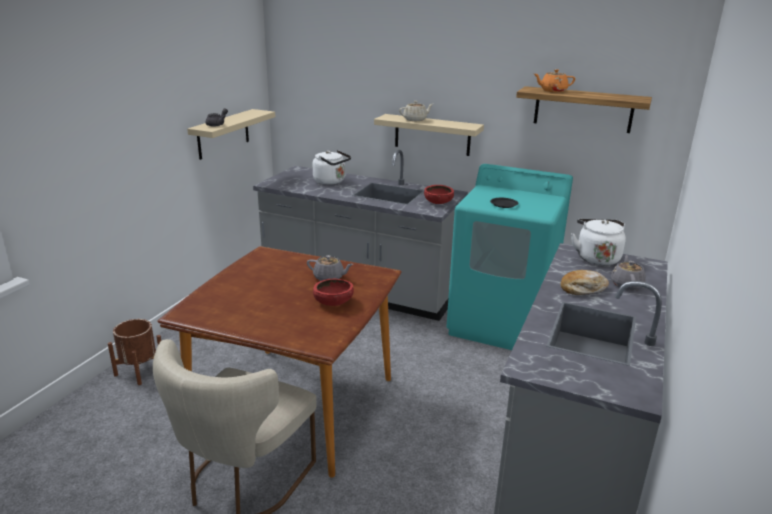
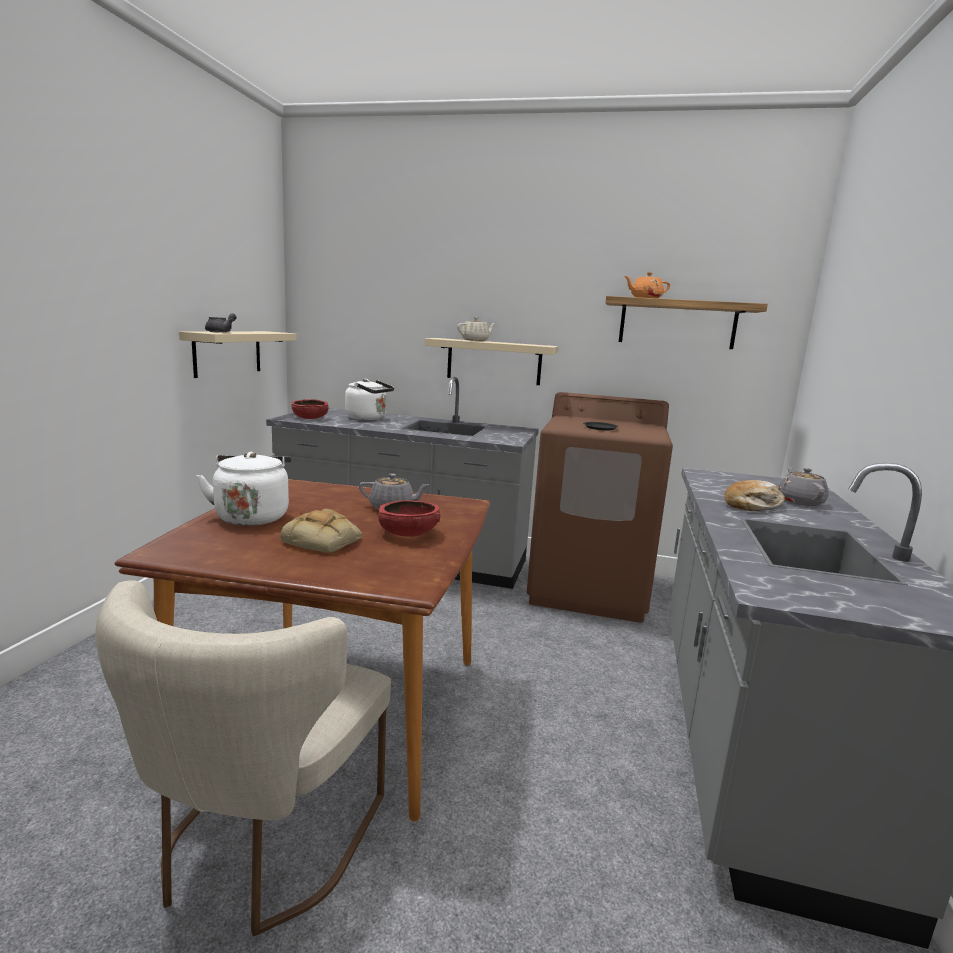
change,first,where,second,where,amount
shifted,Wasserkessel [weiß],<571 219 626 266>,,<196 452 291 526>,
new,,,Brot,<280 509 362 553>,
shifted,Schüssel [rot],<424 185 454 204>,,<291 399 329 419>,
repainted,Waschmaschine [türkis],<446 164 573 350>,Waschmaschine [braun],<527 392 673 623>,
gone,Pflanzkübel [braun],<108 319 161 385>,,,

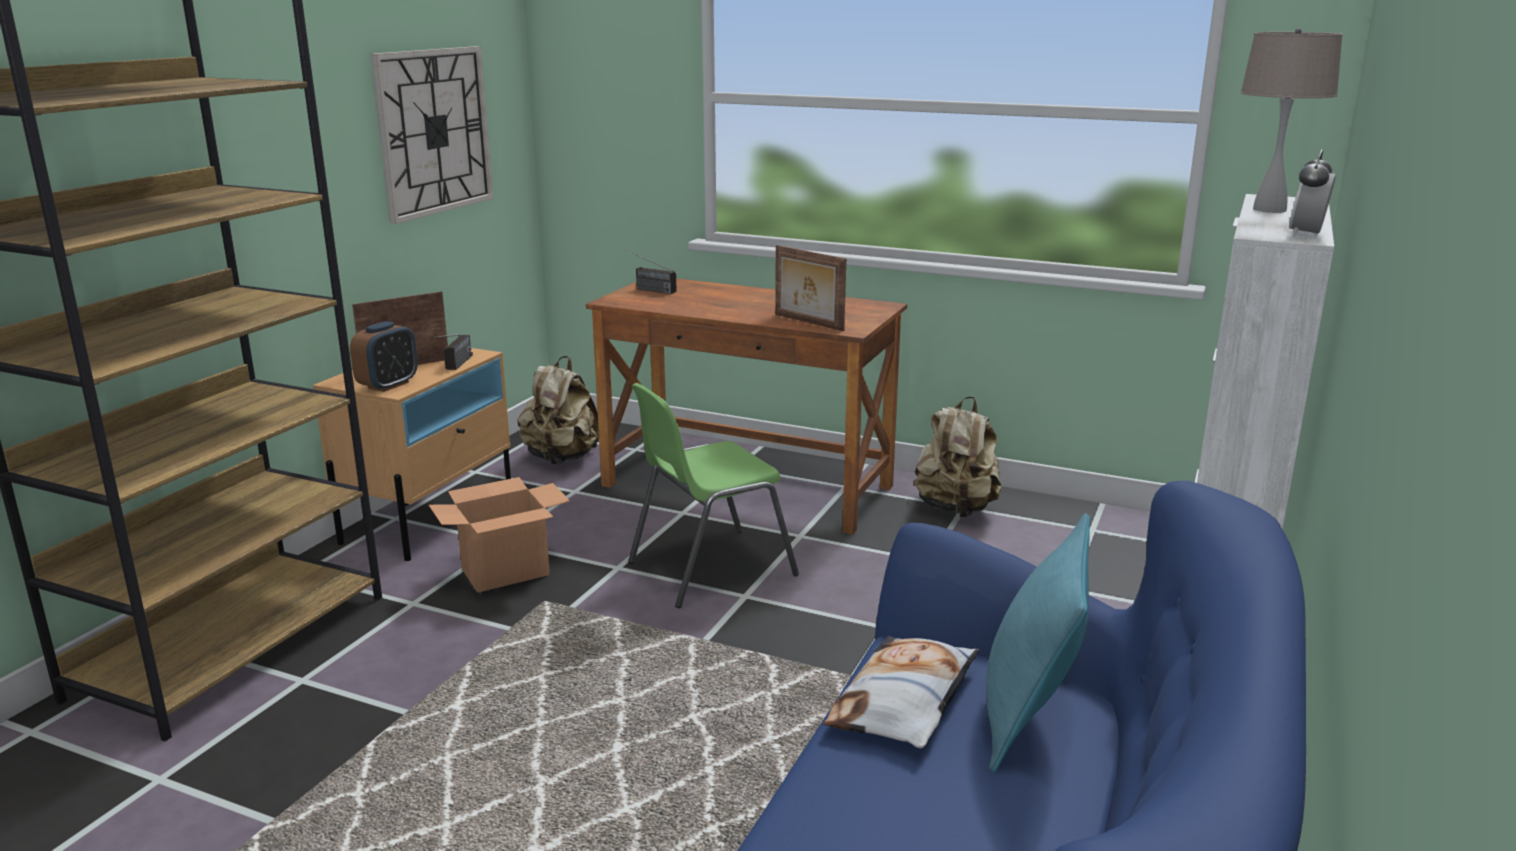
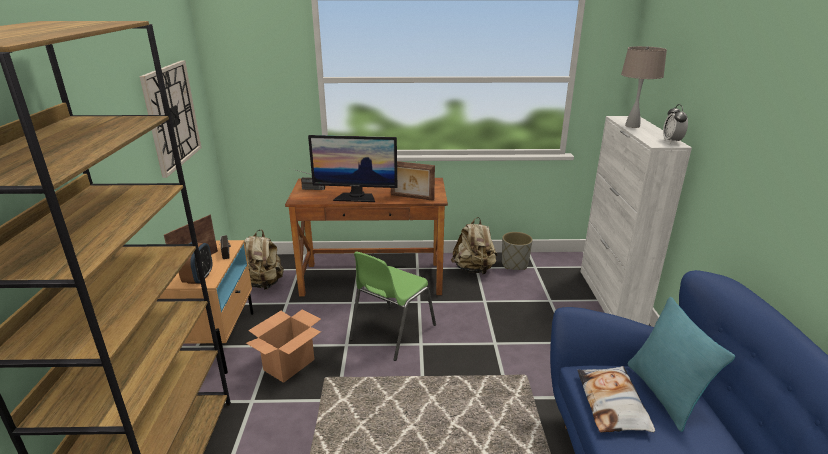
change,first,where,second,where,amount
new,,,Monitor,<308 135 397 202>,
new,,,Pflanzkübel [grau],<502 232 533 270>,

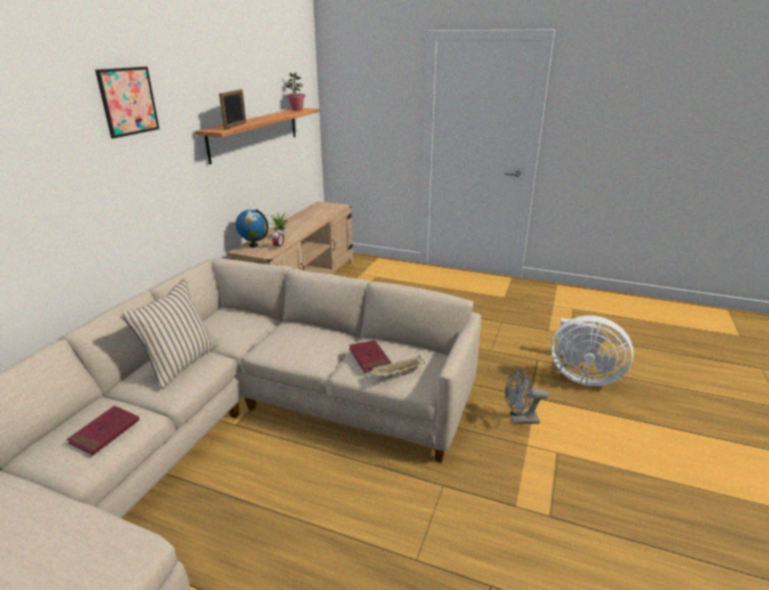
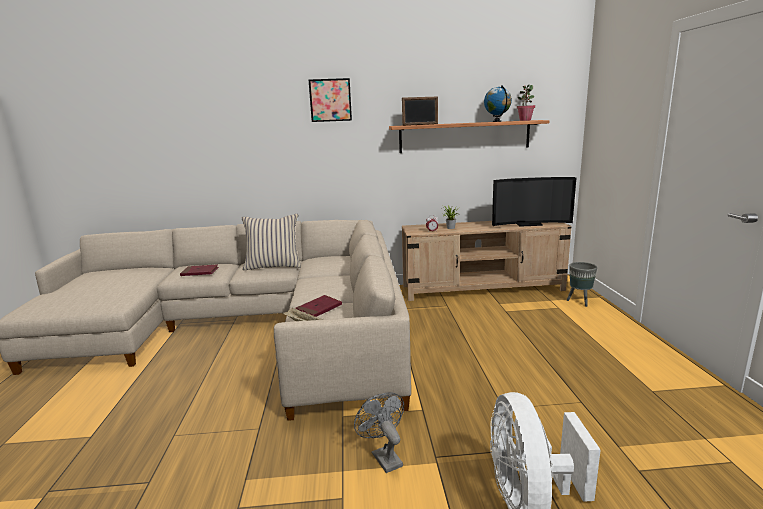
change,first,where,second,where,amount
shifted,Globus,<236 209 268 248>,,<484 85 512 122>,
new,,,Fernseher,<492 177 576 227>,
new,,,Pflanzkübel [grau],<567 262 597 307>,

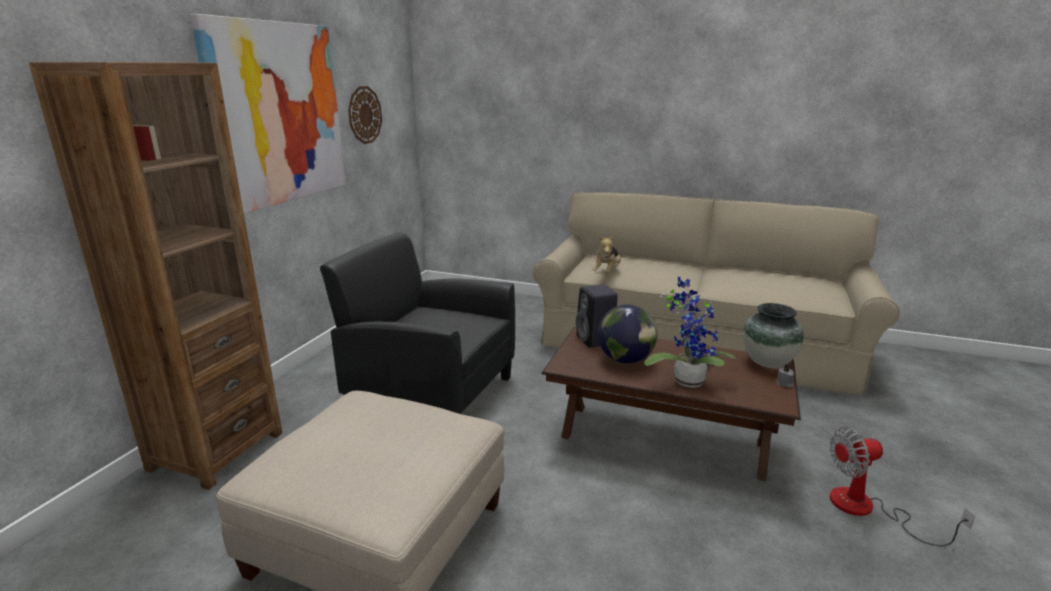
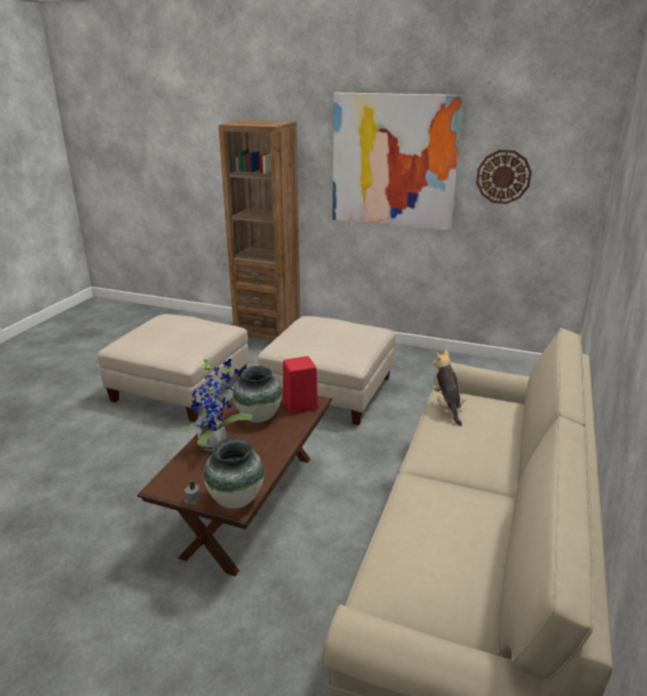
change,first,where,second,where,amount
swapped,Globus,<598 304 657 363>,Vase,<233 366 282 422>,
swapped,Sessel [schwarz],<320 232 515 414>,Polsterhocker [beige],<258 316 396 426>,
repainted,Lautsprecher [schwarz],<576 284 618 348>,Lautsprecher [rot],<283 356 318 414>,
rotated,Plüschtier,<592 235 621 274>,,<433 349 467 426>,60 degrees clockwise
gone,Ventilator,<830 427 975 546>,,,

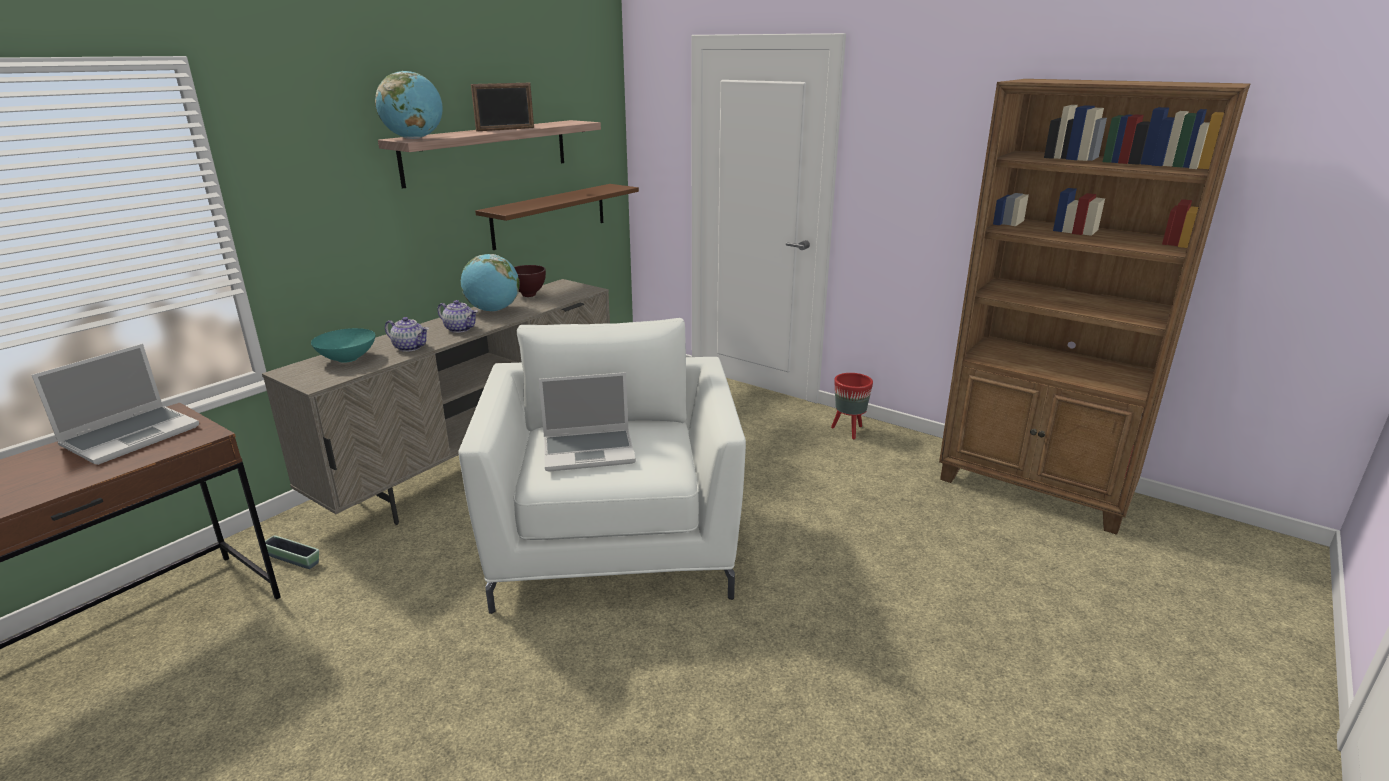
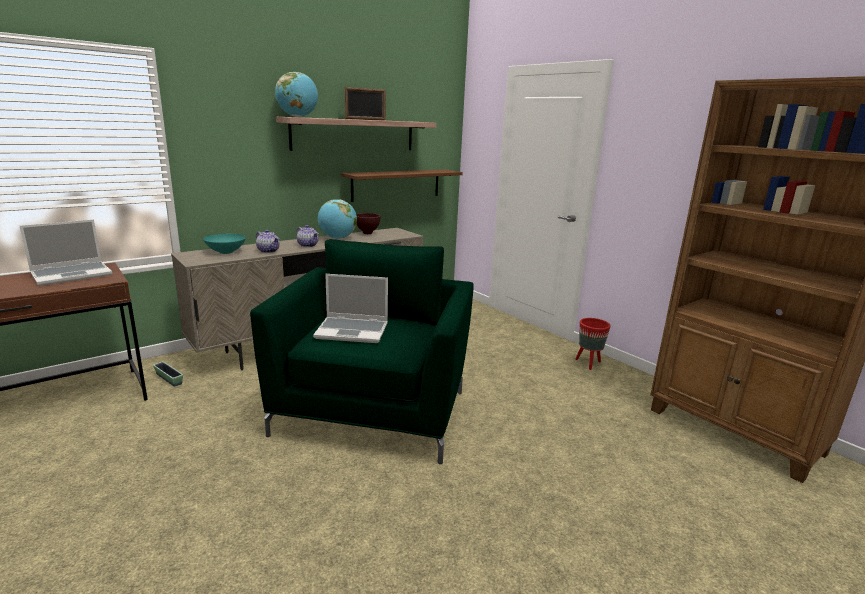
change,first,where,second,where,amount
repainted,Sessel [weiß],<458 318 746 614>,Sessel [grün],<250 239 474 464>,

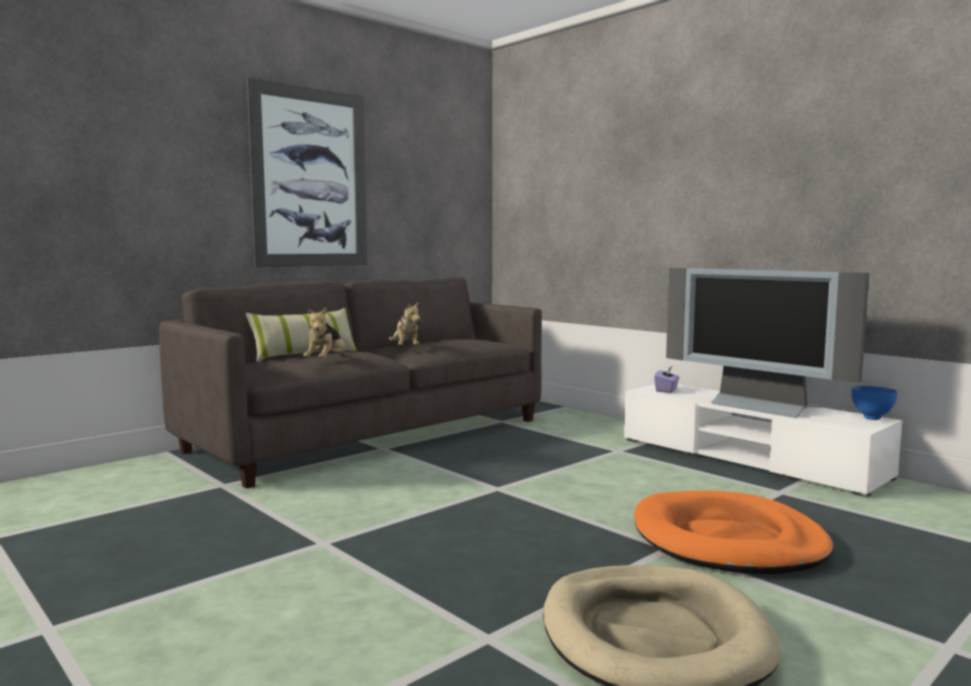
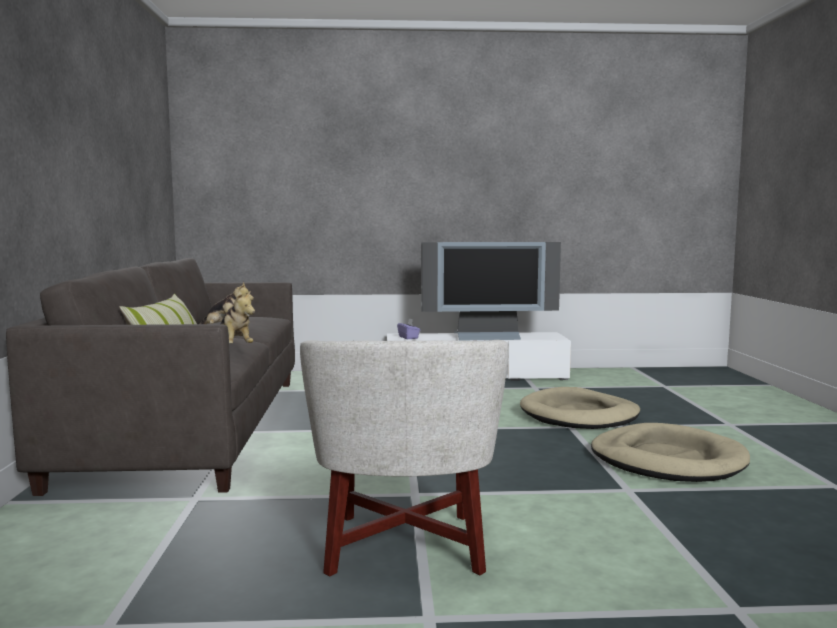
change,first,where,second,where,amount
new,,,Sessel [weiß],<300 340 509 577>,
repainted,Hundebett [orange],<634 490 833 574>,Hundebett [beige],<520 387 640 429>,
gone,Bild,<247 78 367 267>,,,
gone,Schüssel [blau],<852 386 898 420>,,,

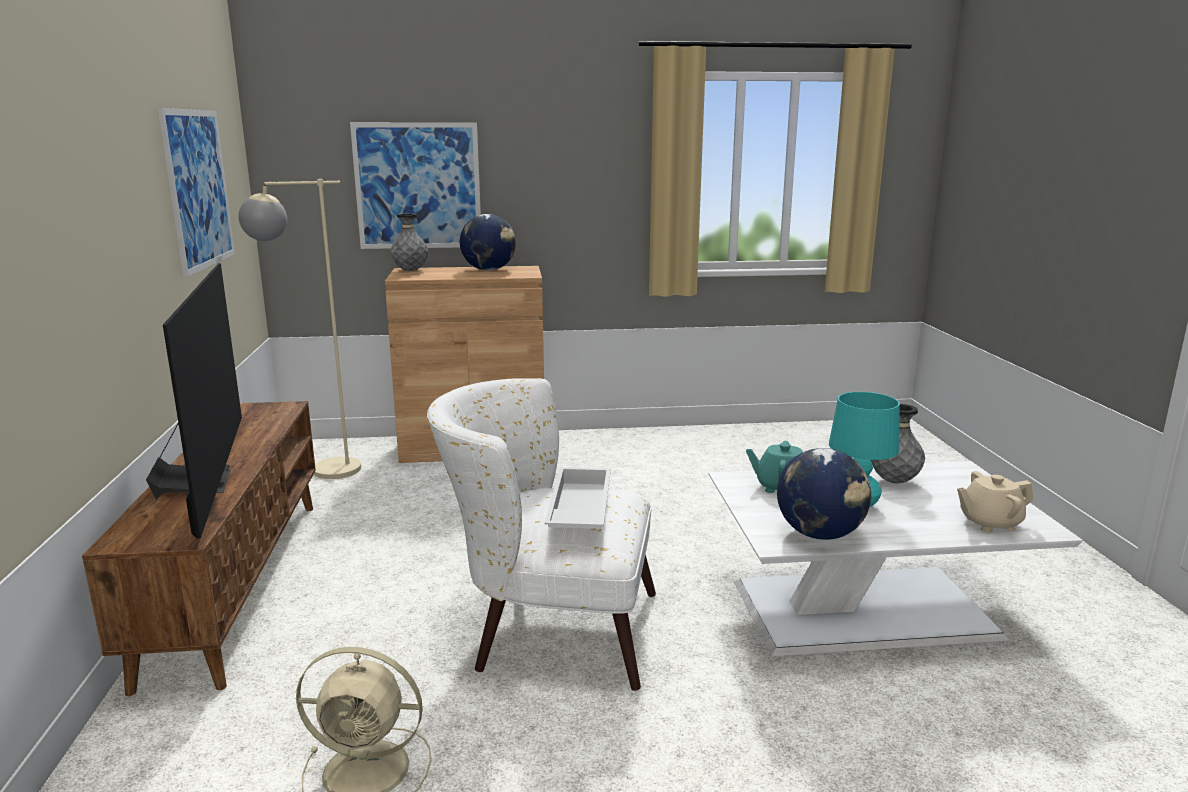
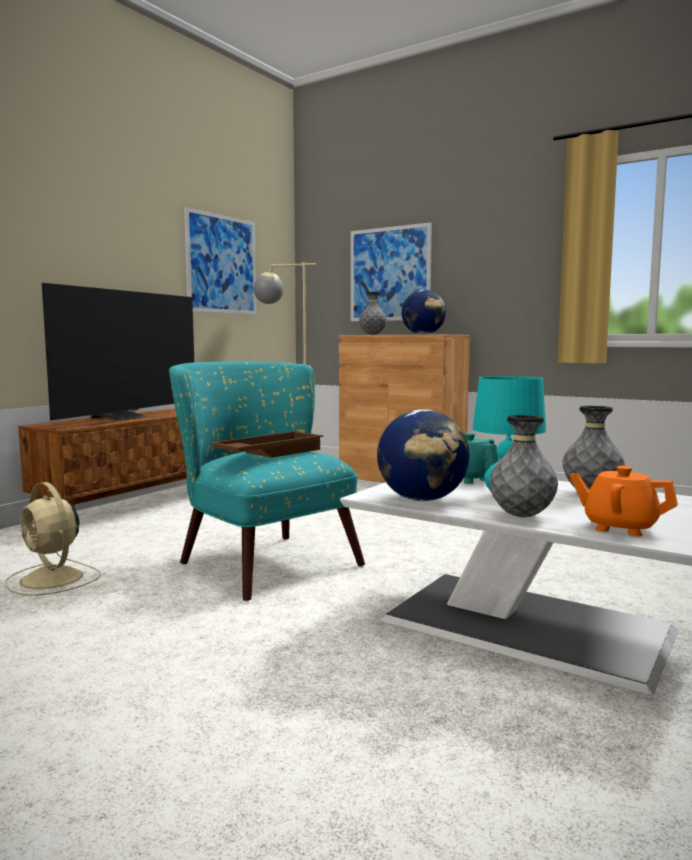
change,first,where,second,where,amount
repainted,Sessel [weiß],<427 378 656 691>,Sessel [türkis],<169 362 365 601>,
repainted,Tablett [weiß],<545 467 611 529>,Tablett [braun],<210 431 323 458>,
new,,,Vase [grau],<489 415 558 517>,
repainted,Teekanne [beige],<957 471 1033 532>,Teekanne [orange],<570 466 678 536>,

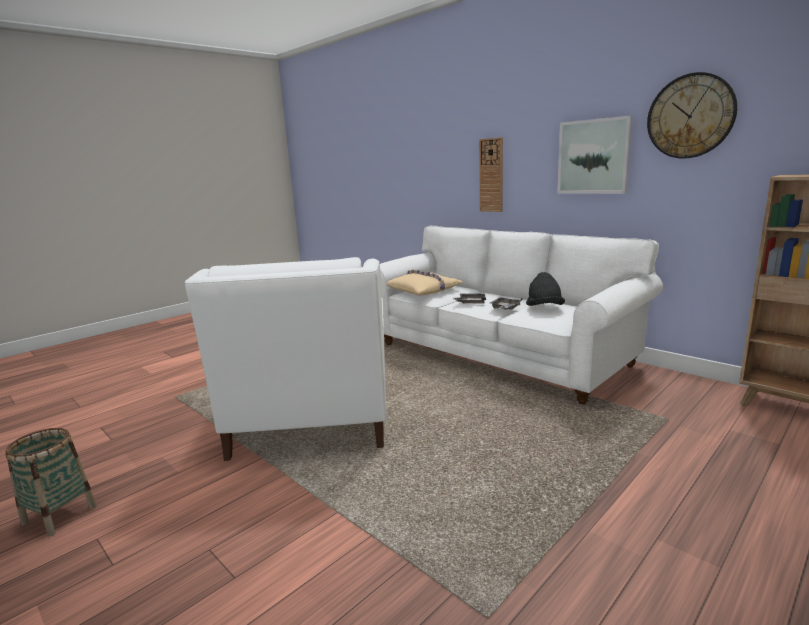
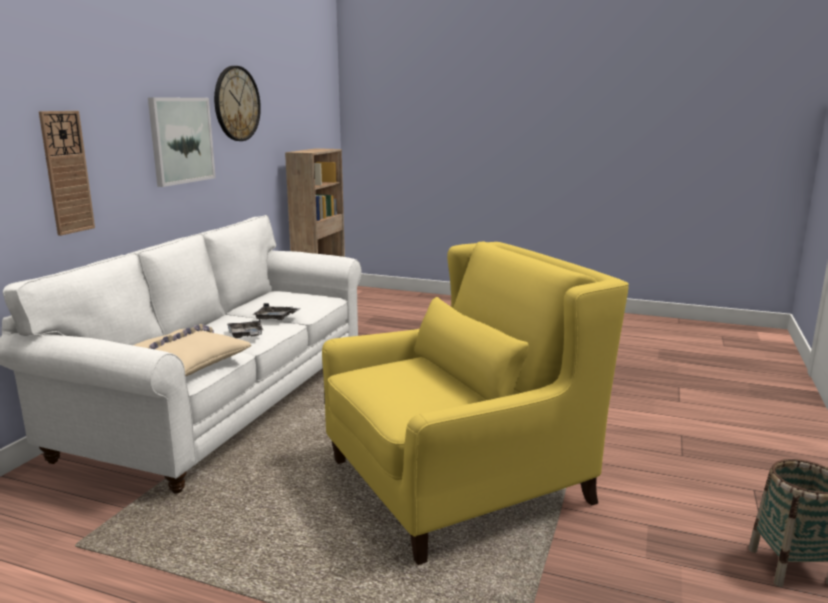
change,first,where,second,where,amount
repainted,Sessel [weiß],<185 257 386 461>,Sessel [gelb],<322 241 629 565>,
gone,Hut [schwarz],<526 272 565 306>,,,

